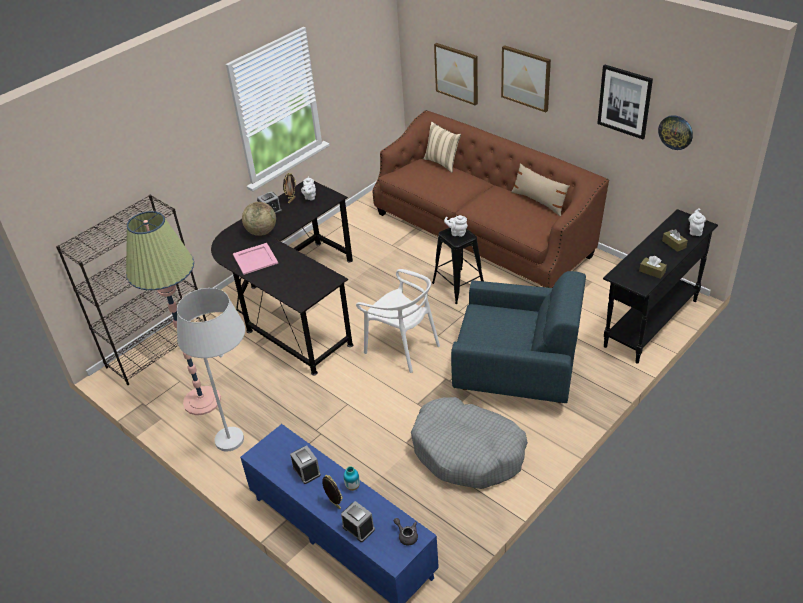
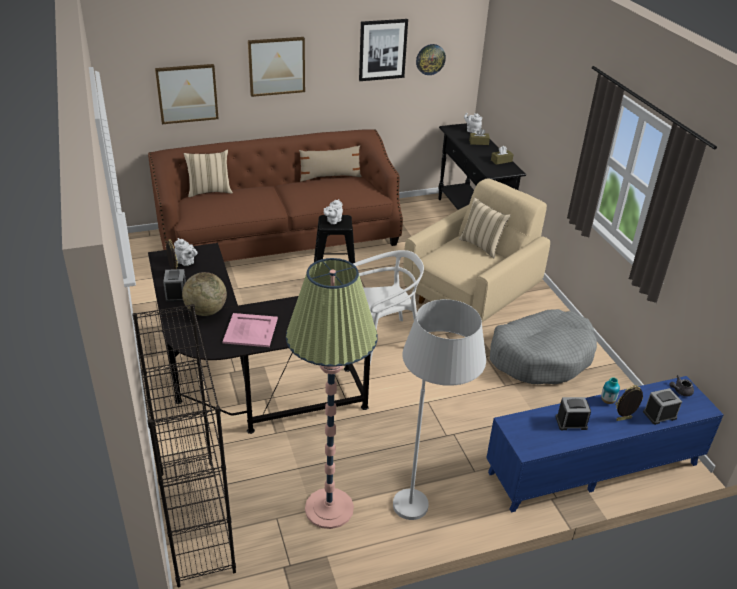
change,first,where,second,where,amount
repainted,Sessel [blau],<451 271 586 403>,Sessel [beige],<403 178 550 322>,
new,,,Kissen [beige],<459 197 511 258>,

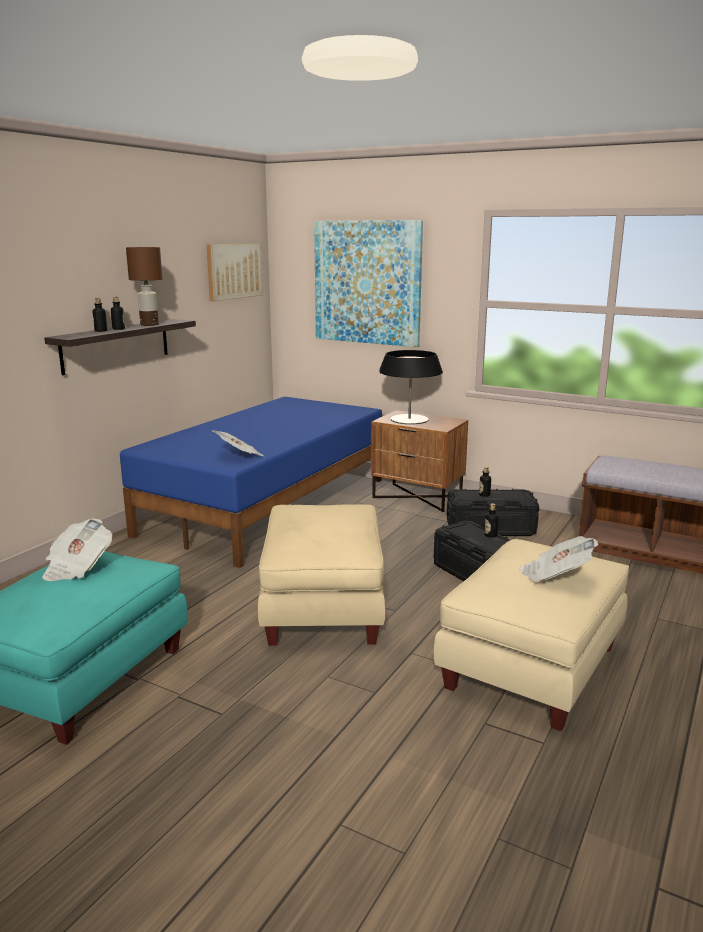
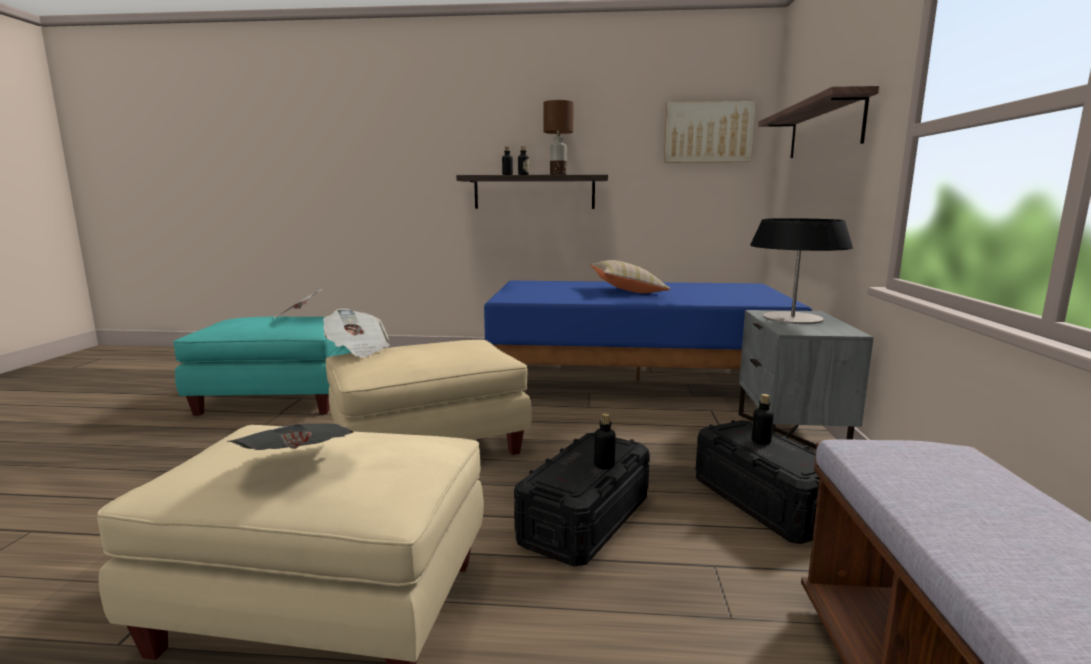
change,first,where,second,where,amount
shifted,Zeitung,<211 430 264 456>,,<323 309 390 357>,
new,,,Kissen [beige],<590 260 670 293>,
repainted,Nachttisch [braun],<371 410 468 512>,Nachttisch [grau],<739 310 874 449>,
swapped,Bild,<314 220 423 347>,Wandregal,<758 86 879 158>,

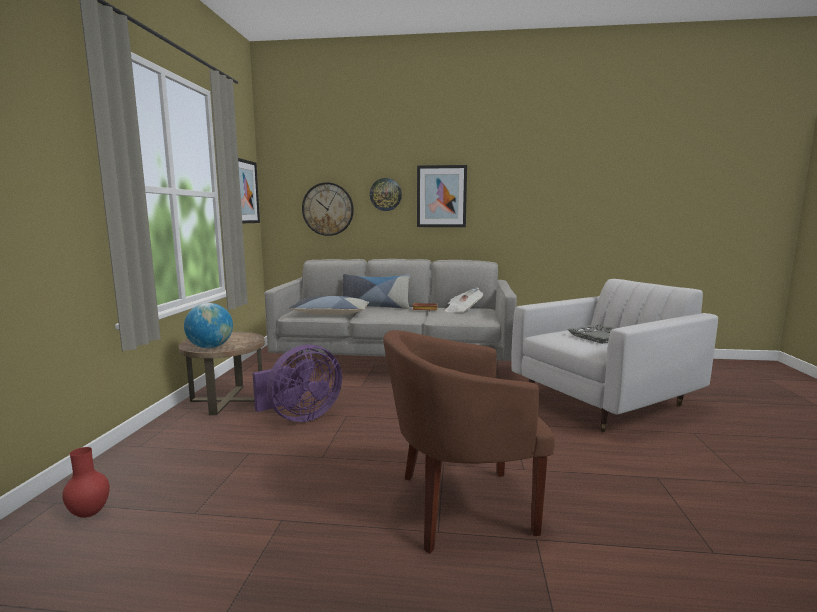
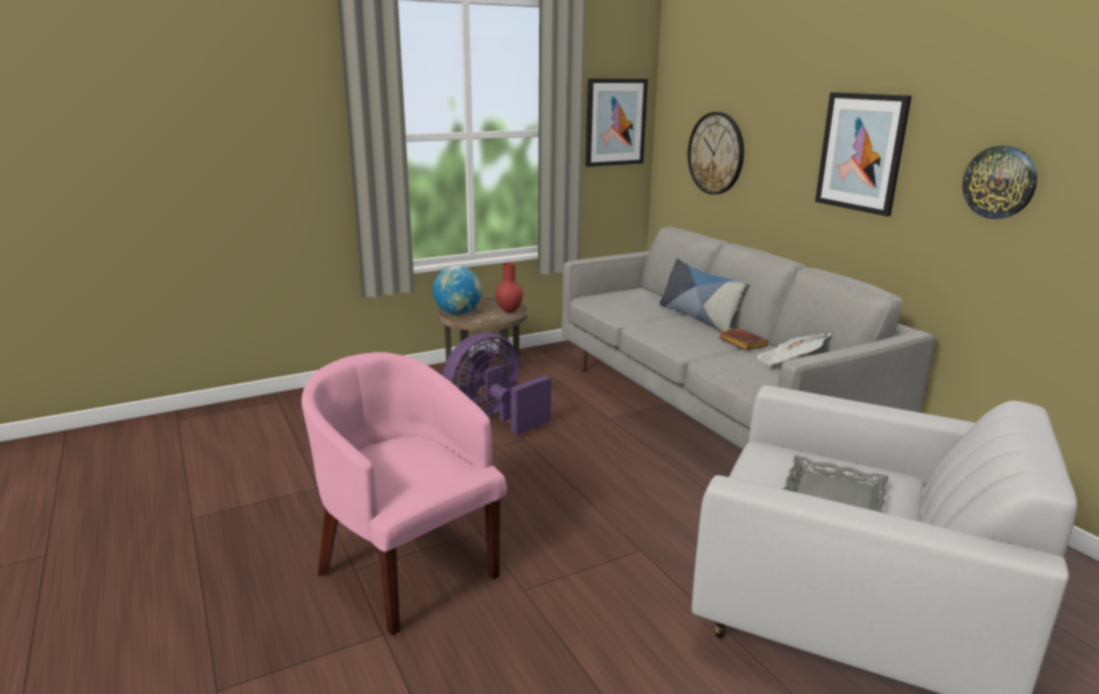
change,first,where,second,where,amount
repainted,Sessel [braun],<383 330 555 554>,Sessel [rosa],<302 352 507 635>,
rotated,Ventilator [lila],<253 344 342 422>,,<442 333 551 435>,120 degrees clockwise
shifted,Vase [rot],<62 447 110 518>,,<496 263 523 313>,
shifted,Wanduhr,<370 178 402 211>,,<962 146 1037 219>,
gone,Kissen,<289 296 370 315>,,,

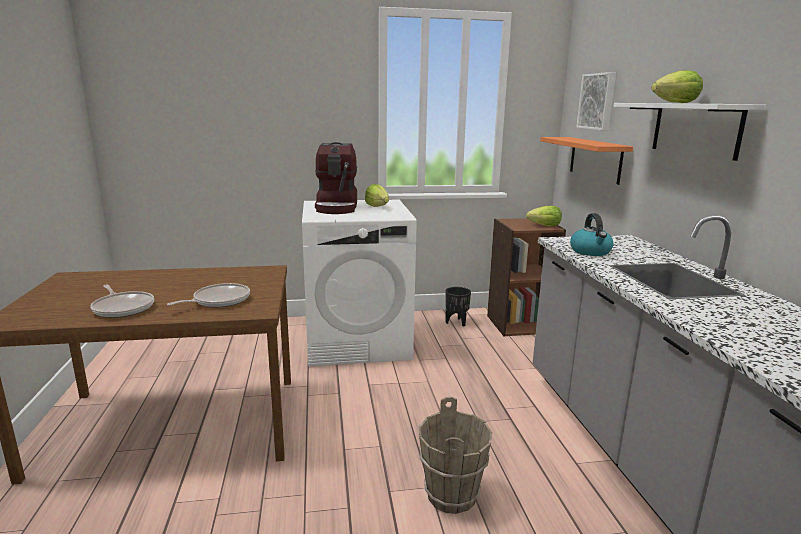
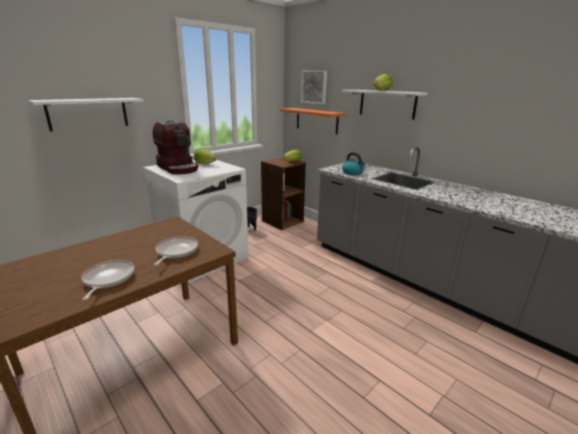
change,first,where,second,where,amount
new,,,Wandregal [weiß],<28 98 144 131>,
rotated,Pfanne,<90 285 154 318>,,<81 260 134 300>,105 degrees counterclockwise
gone,Eimer [braun],<419 397 493 514>,,,

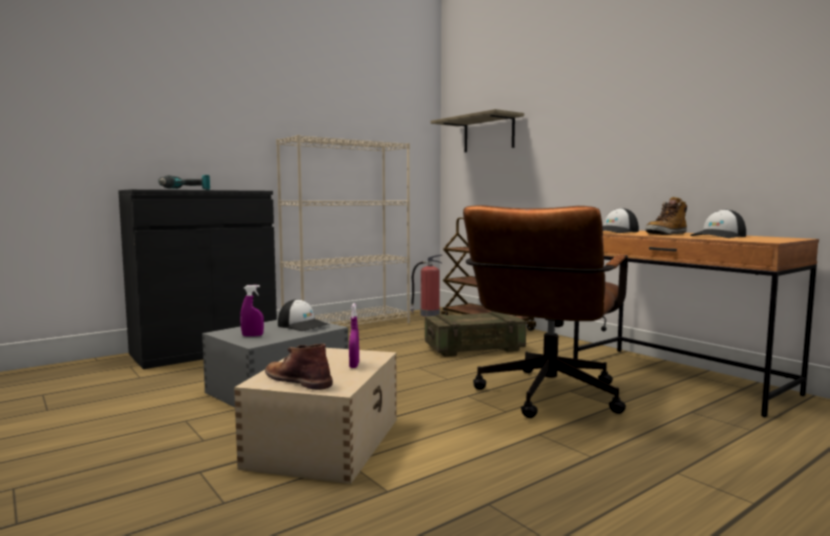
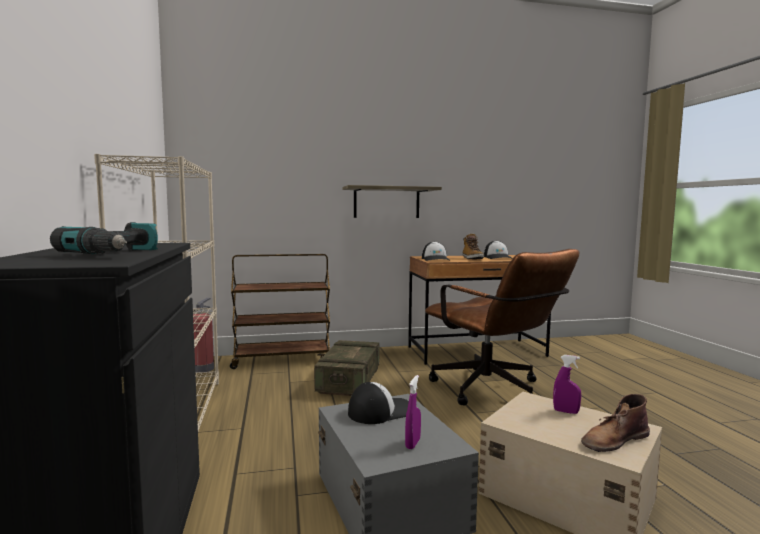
change,first,where,second,where,amount
shifted,Wandregal,<431 109 524 152>,,<343 185 442 218>,

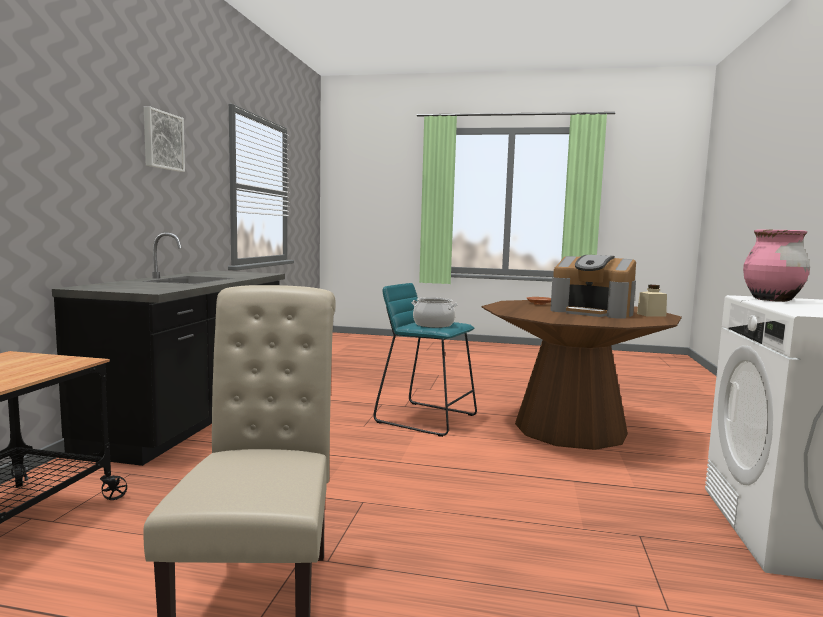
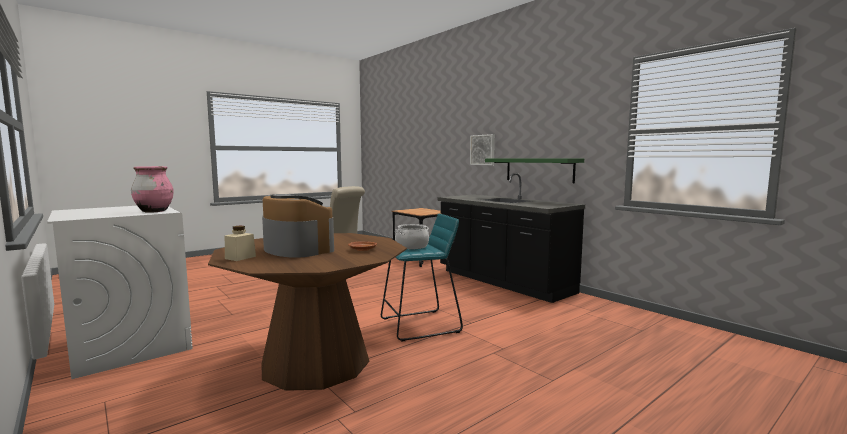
change,first,where,second,where,amount
rotated,Kaffeemaschine,<550 255 636 319>,,<262 194 334 258>,60 degrees clockwise
shifted,Bild,<144 107 185 172>,,<470 134 495 165>,
new,,,Wandregal [grün],<485 159 584 183>,

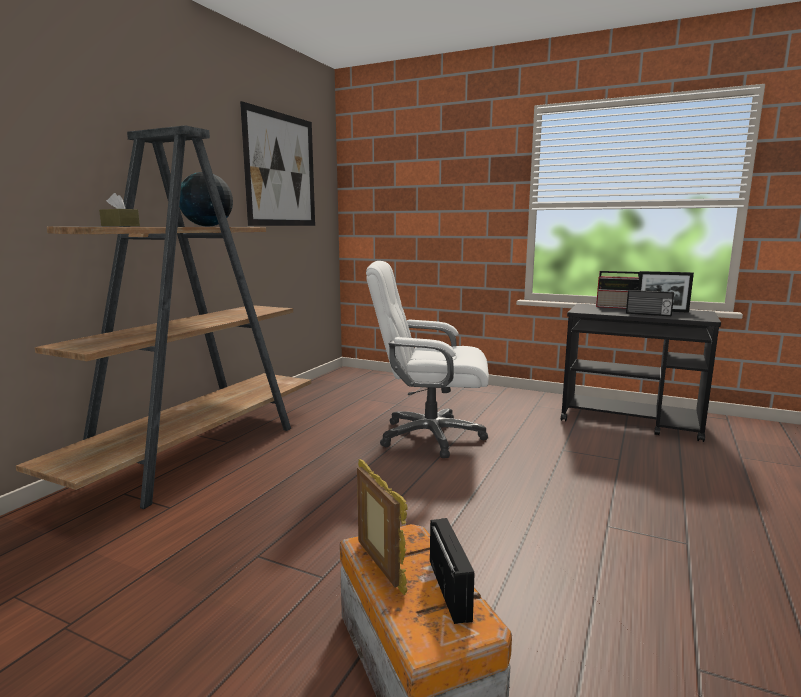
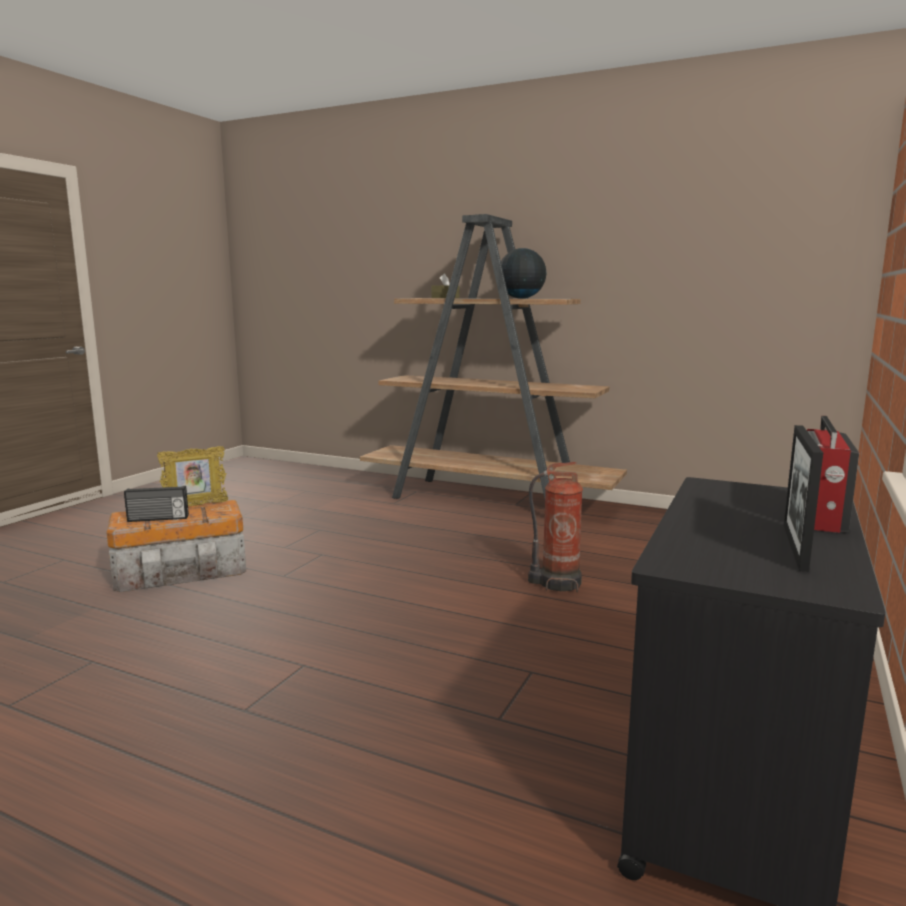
change,first,where,second,where,amount
swapped,Bürostuhl [weiß],<366 261 489 458>,Feuerlöscher,<528 462 583 592>,
gone,Bild,<240 101 315 226>,,,
gone,Radio,<626 290 674 316>,,,

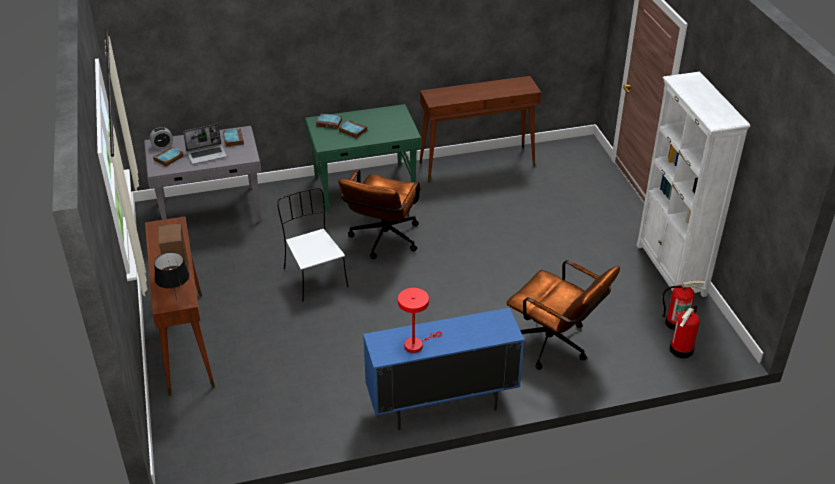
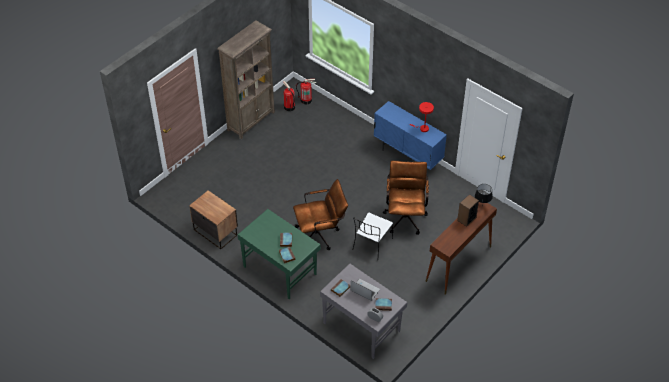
change,first,where,second,where,amount
swapped,Konsolentisch [braun],<419 76 541 183>,Nachttisch,<189 190 238 249>,
repainted,Bücherregal [weiß],<636 72 750 297>,Bücherregal [braun],<217 21 275 139>,
shifted,Bürostuhl [braun],<507 260 620 370>,,<383 160 429 235>,

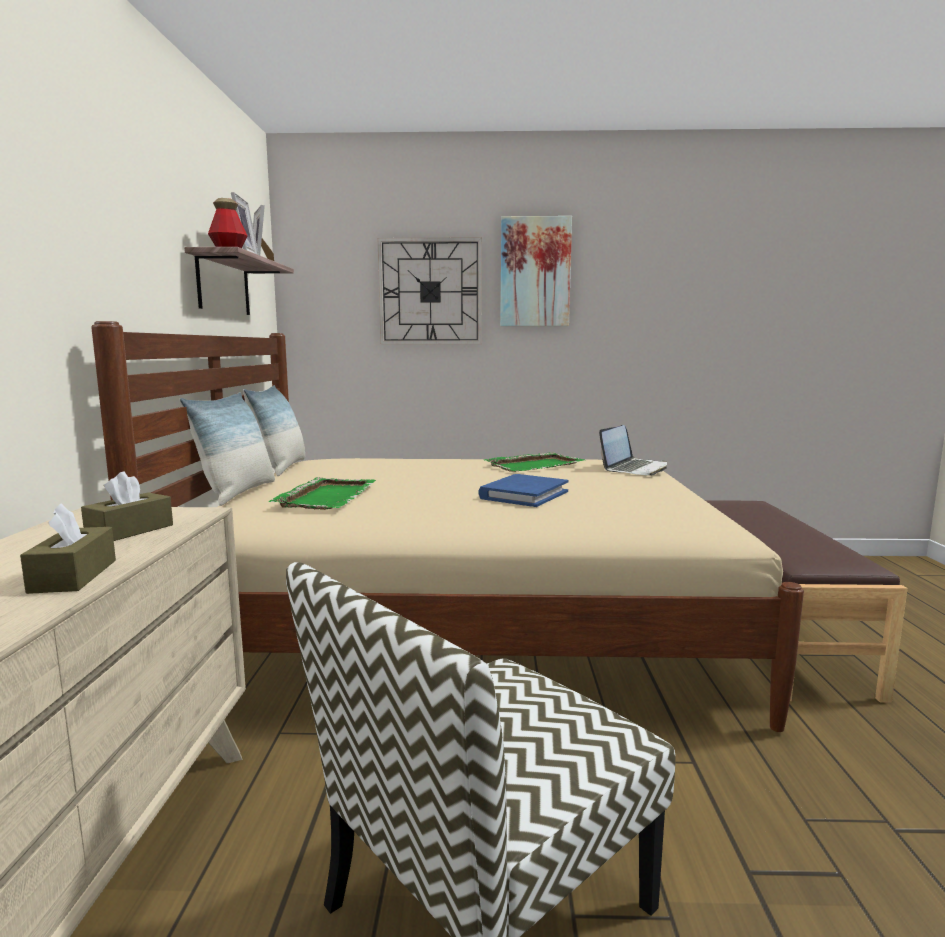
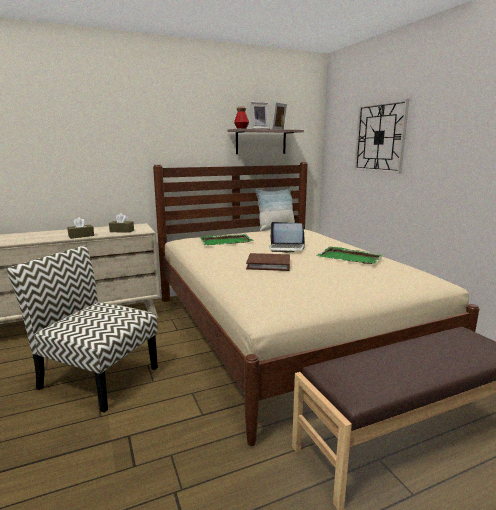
change,first,where,second,where,amount
repainted,Buch [blau],<479 474 569 507>,Buch [braun],<246 253 290 271>,
shifted,Laptop,<599 425 667 476>,,<269 222 305 253>,
gone,Kissen,<179 392 275 506>,,,
gone,Bild,<500 216 572 326>,,,

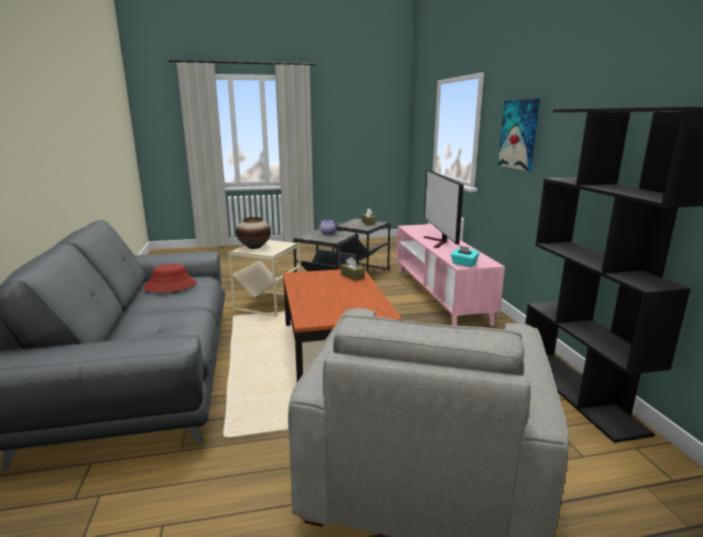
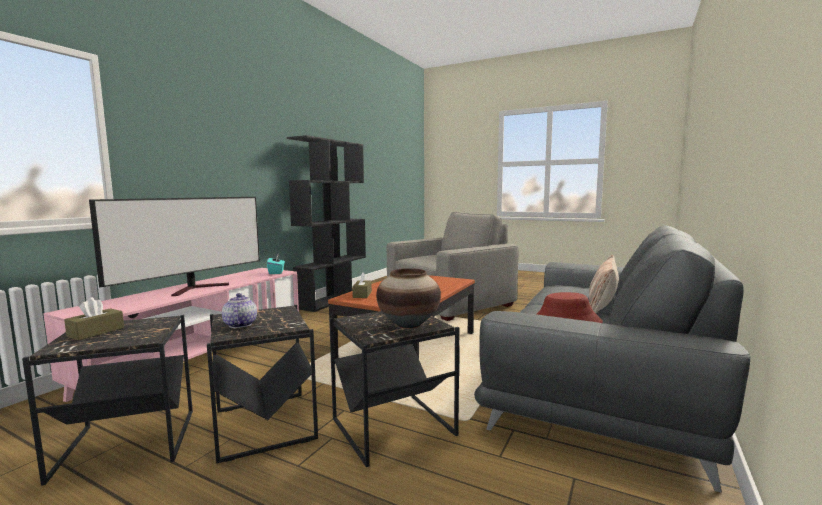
change,first,where,second,where,amount
repainted,Beistelltisch [beige],<228 240 301 317>,Beistelltisch [schwarz],<329 311 459 467>,
new,,,Kissen,<589 255 619 313>,
gone,Bild,<498 99 540 171>,,,

